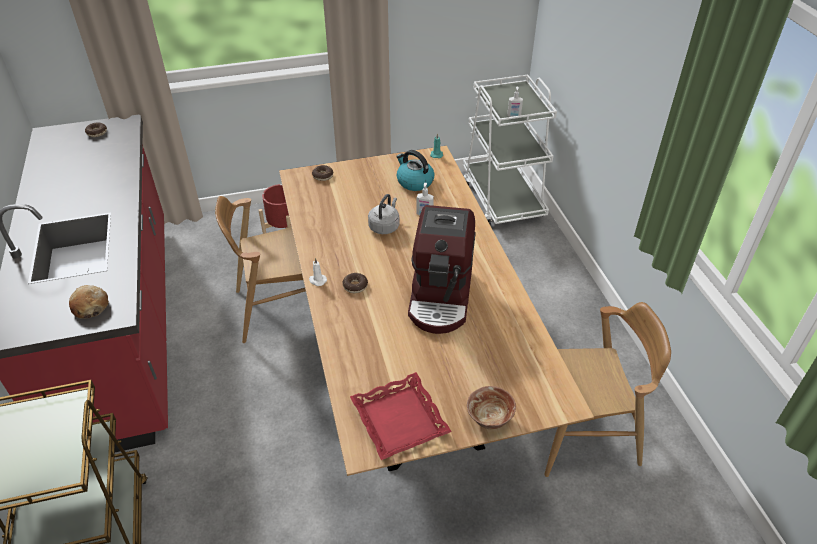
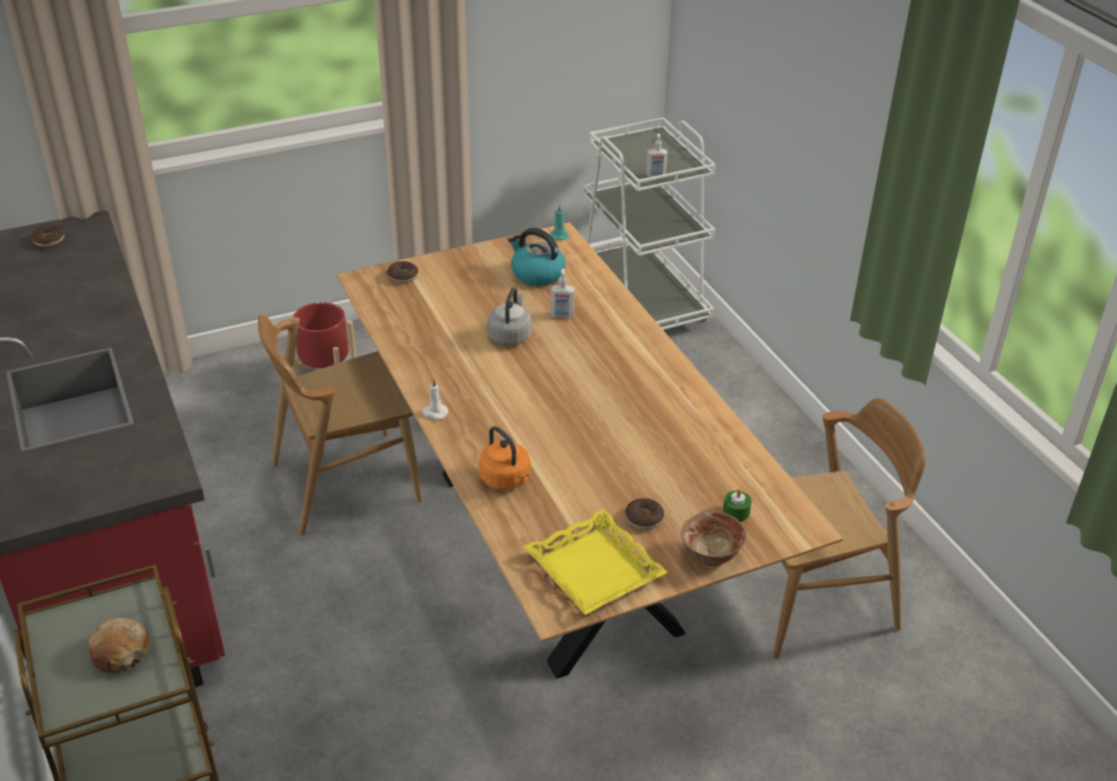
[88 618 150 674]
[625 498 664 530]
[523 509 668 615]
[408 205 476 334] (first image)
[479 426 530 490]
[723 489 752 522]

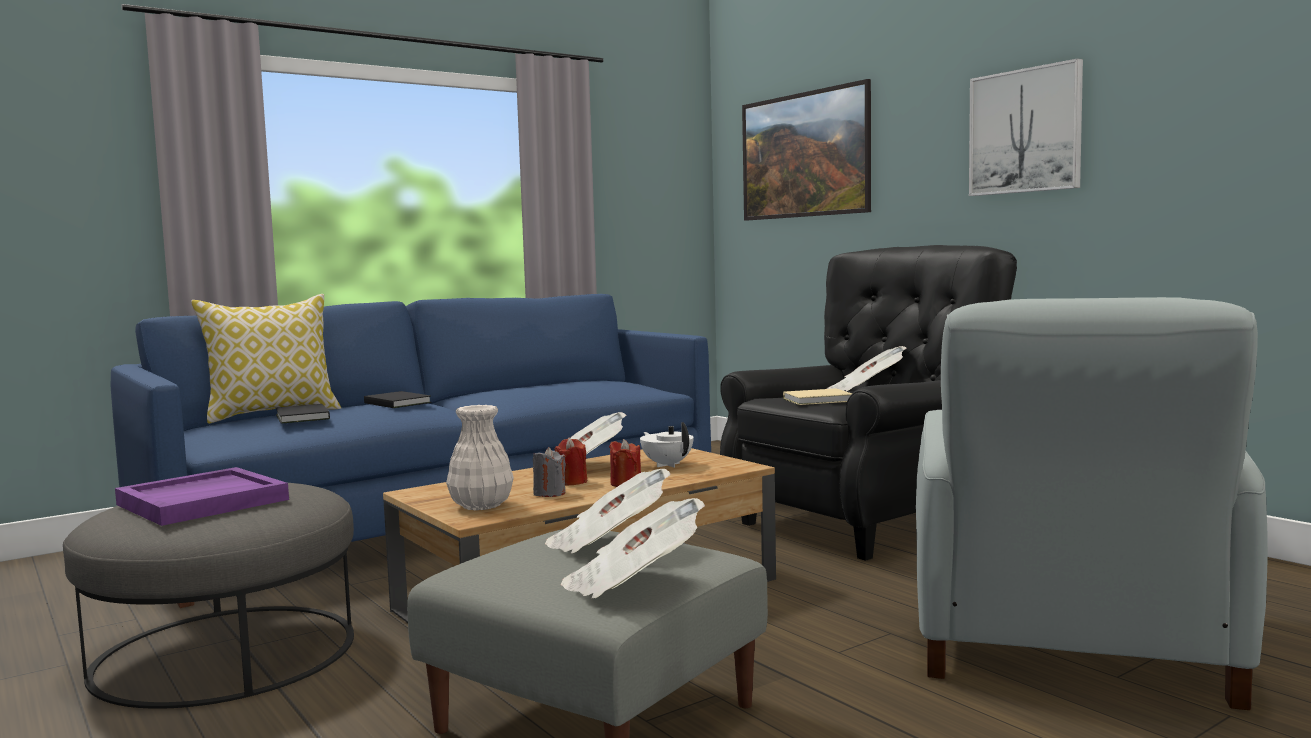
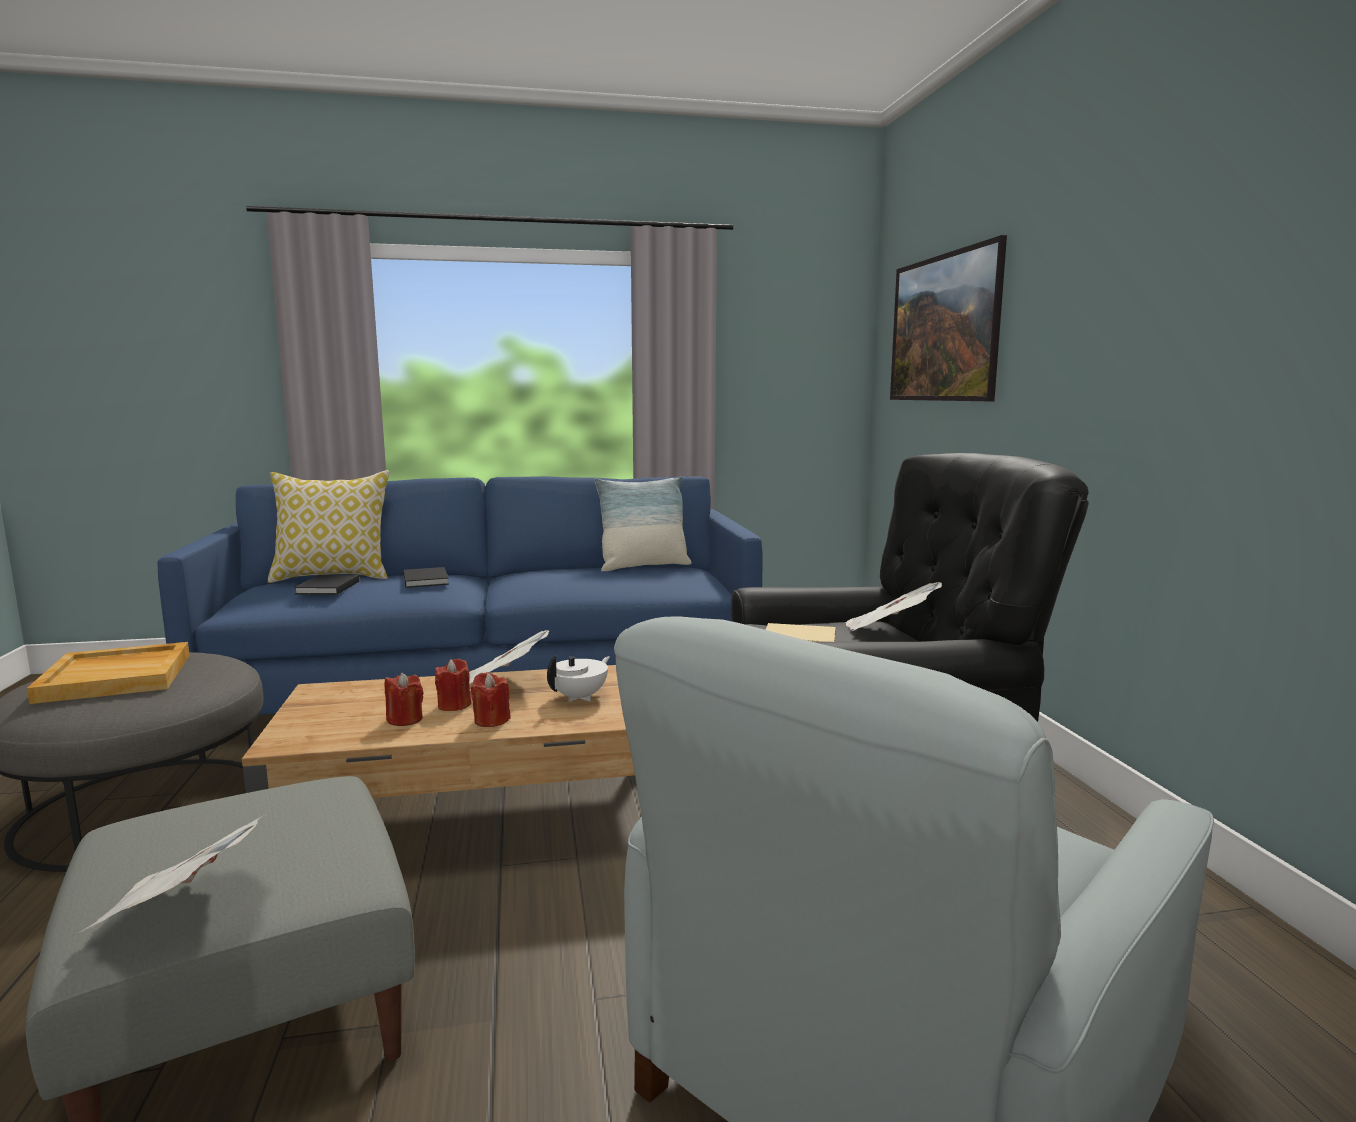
[27 642 190 704]
[446 405 514 510] (first image)
[385 673 423 726]
[545 469 671 553] (first image)
[547 655 610 702]
[969 58 1083 196] (first image)
[595 477 692 571]

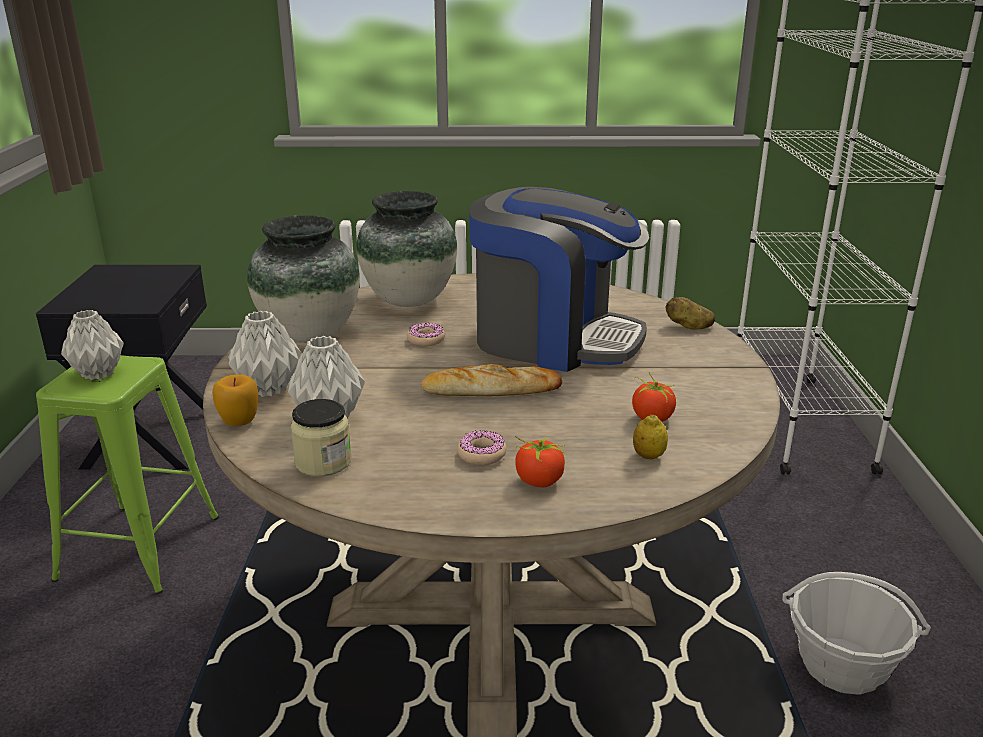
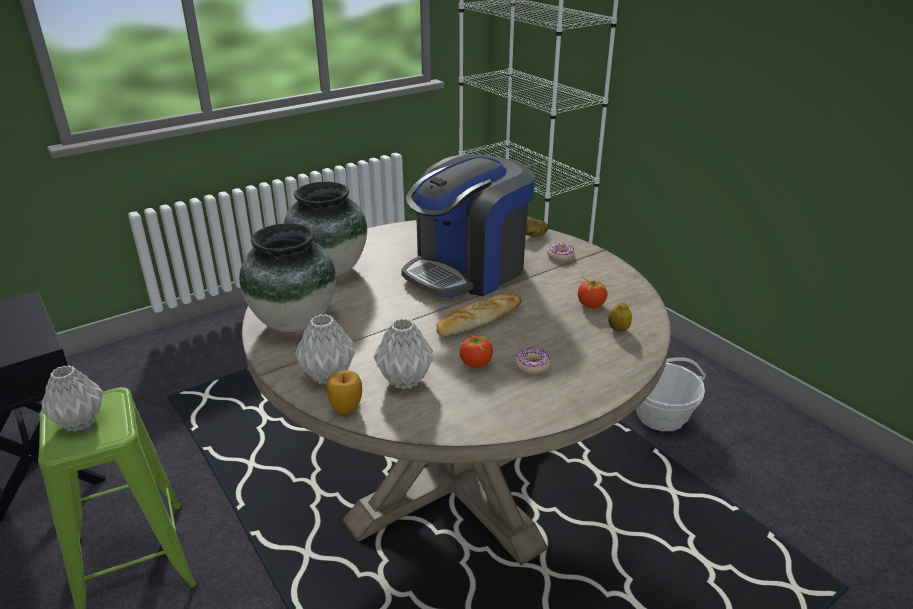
[290 399 352 477] (first image)
[547 243 575 261]
[401 154 536 298]
[458 334 493 368]

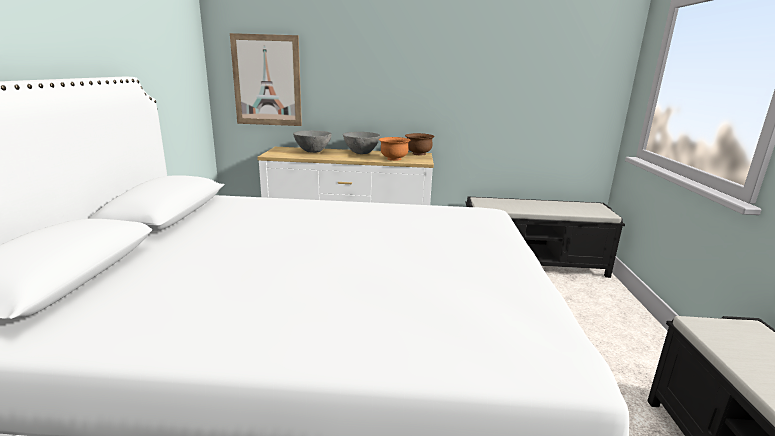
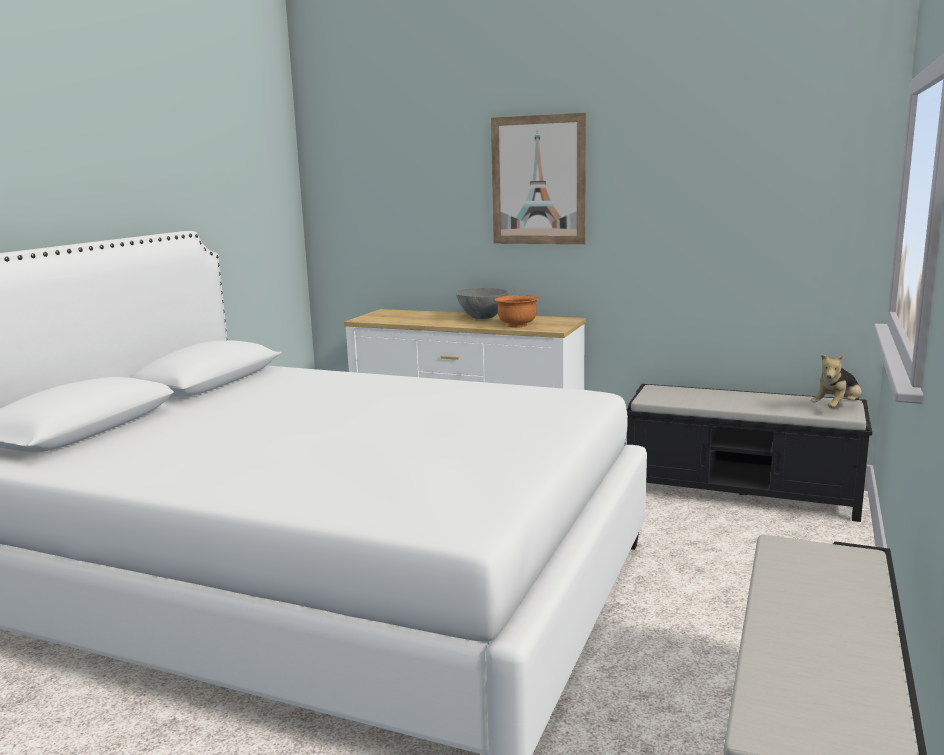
[491 113 587 244]
[293 131 332 153] (first image)
[405 133 435 155] (first image)
[811 354 862 408]

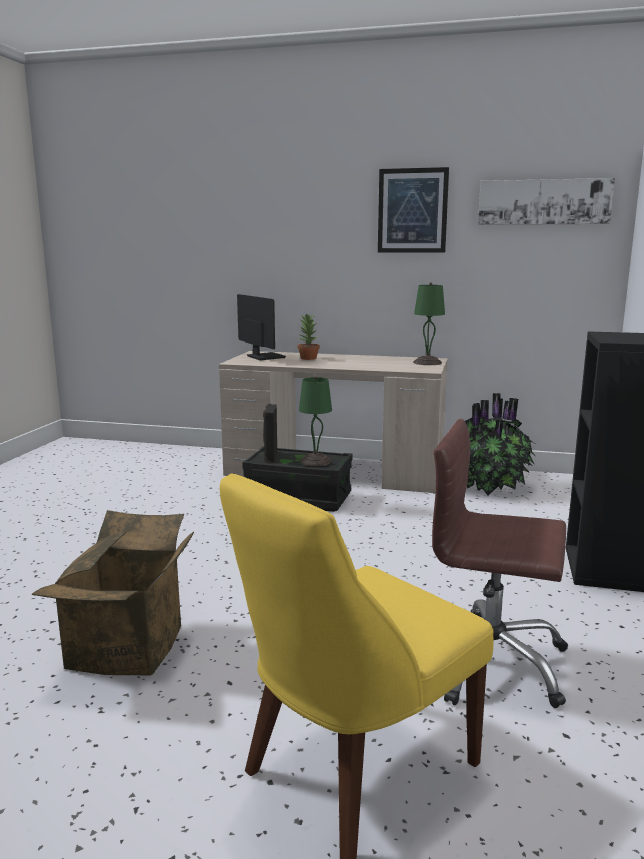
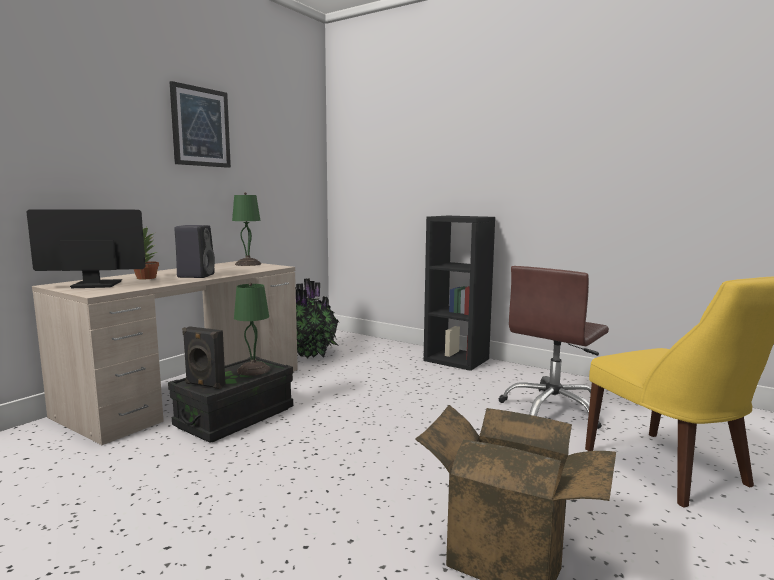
[478 178 615 225] (first image)
[174 225 215 278]

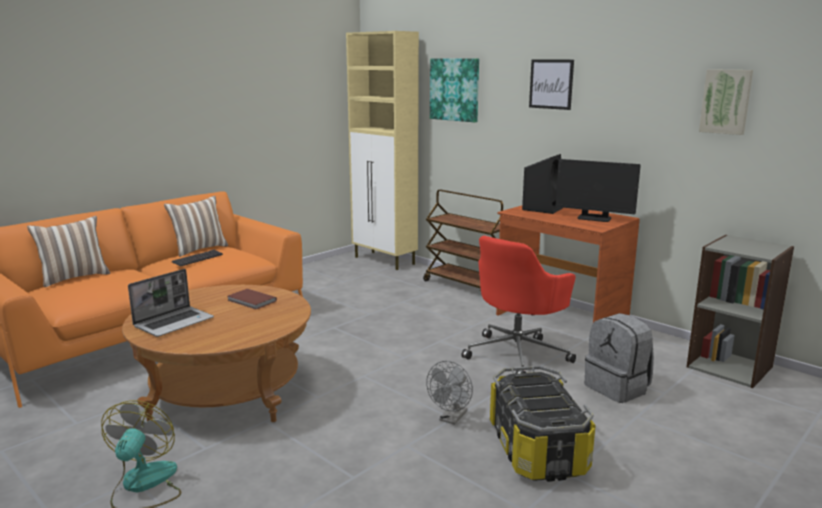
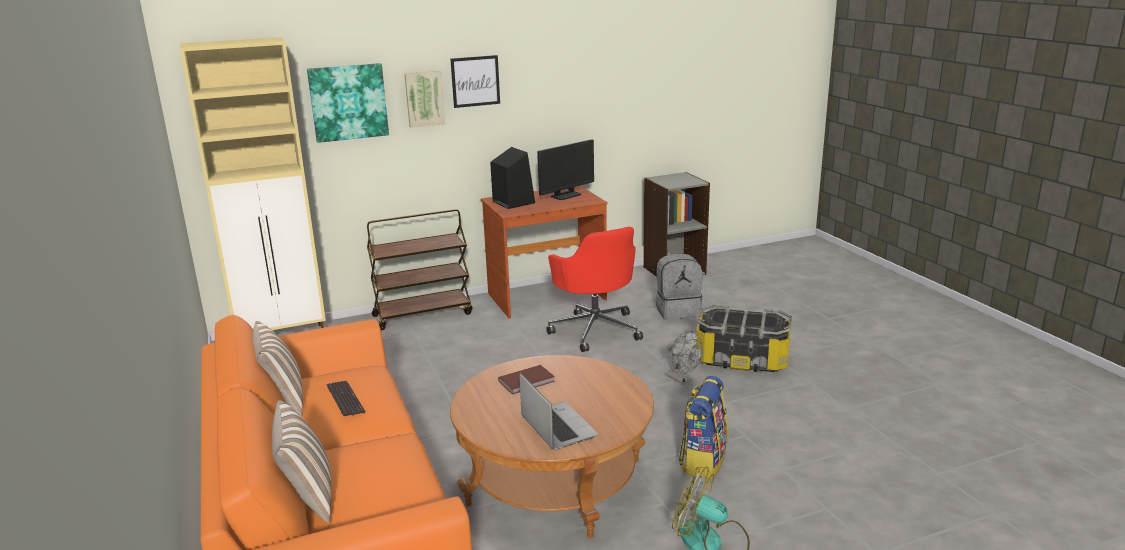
[404 71 445 128]
[678 376 728 479]

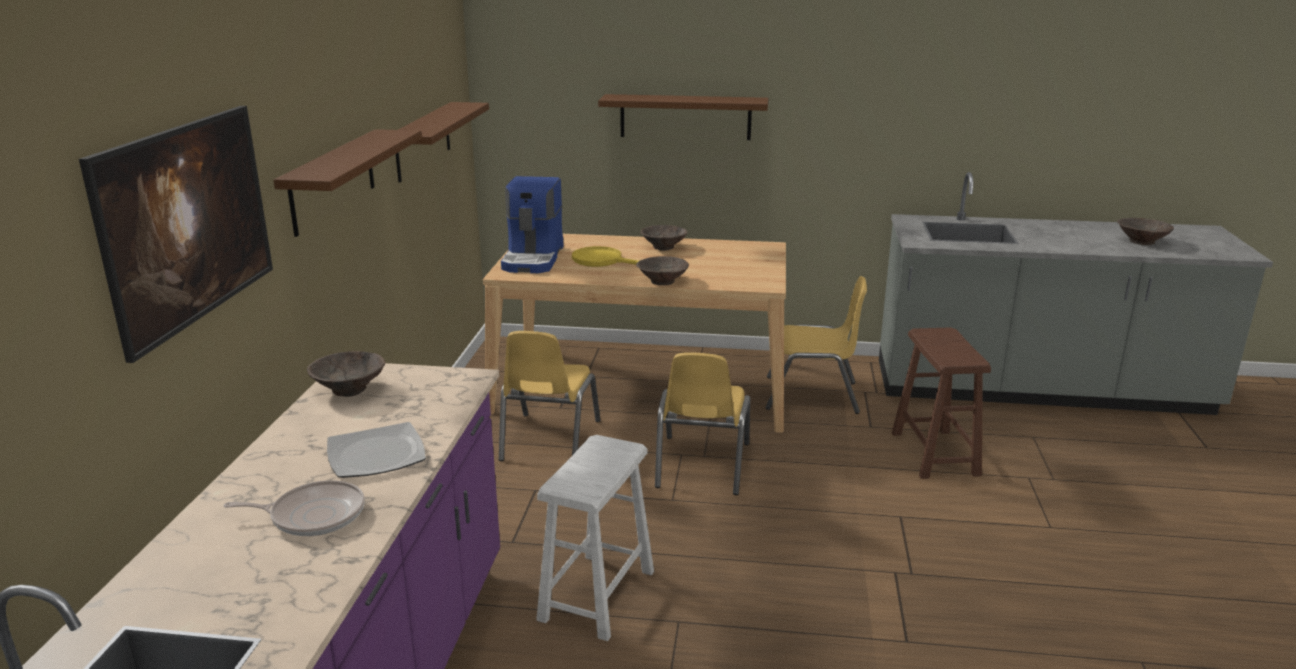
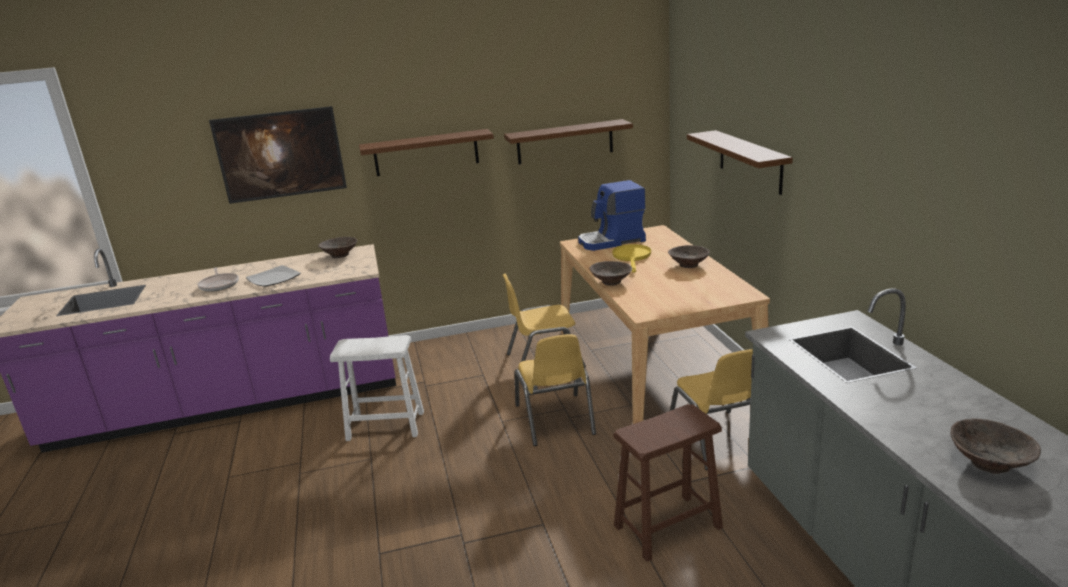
[515 334 596 446]

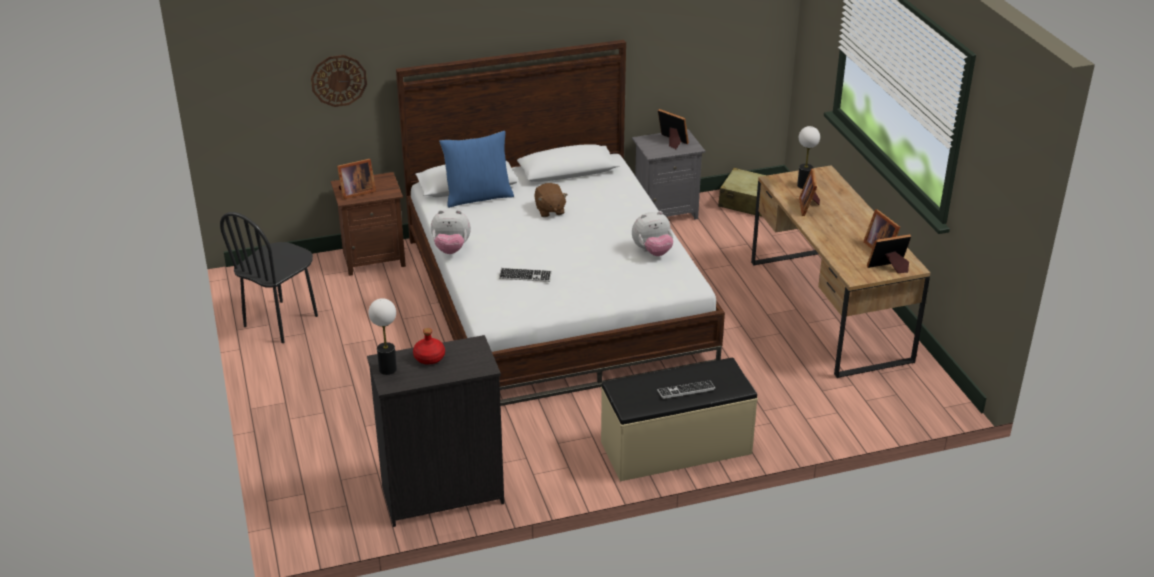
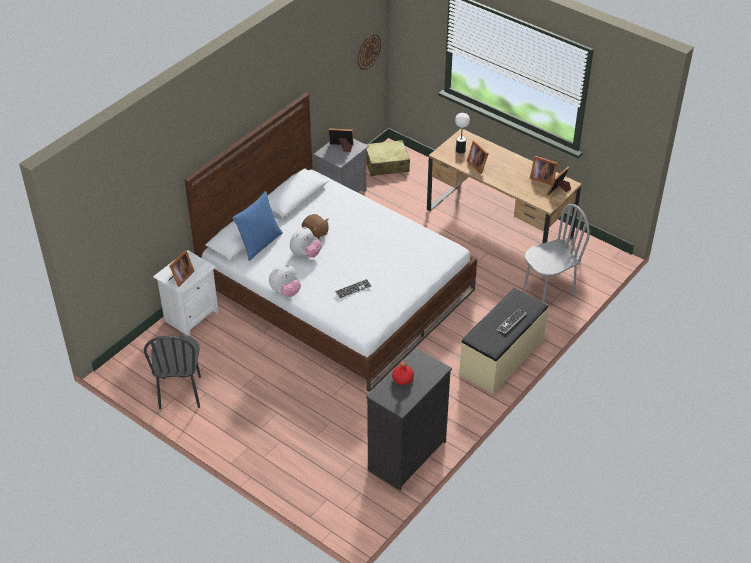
[358 34 381 70]
[153 250 219 336]
[369 298 397 375] (first image)
[290 226 322 258]
[523 204 590 303]

